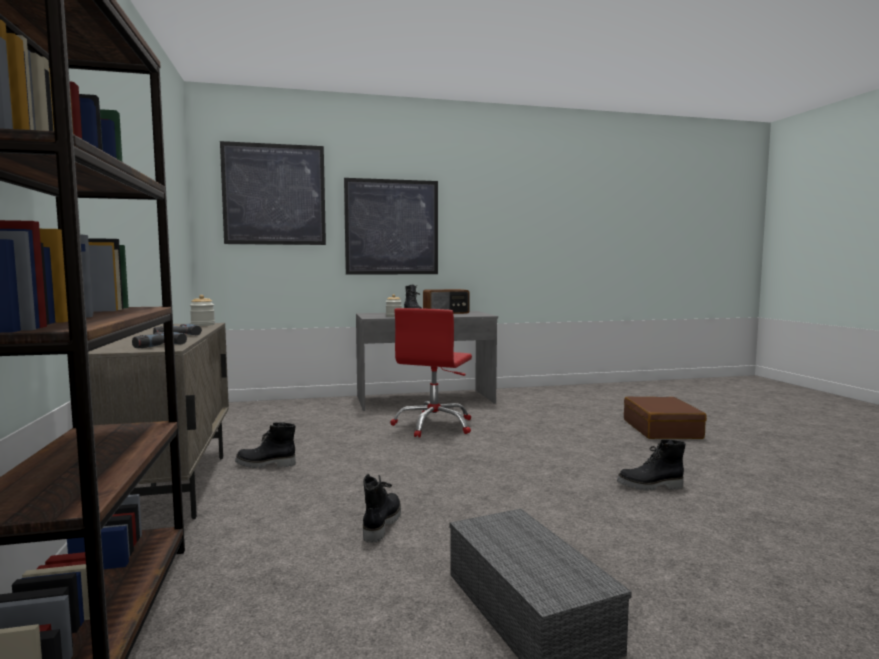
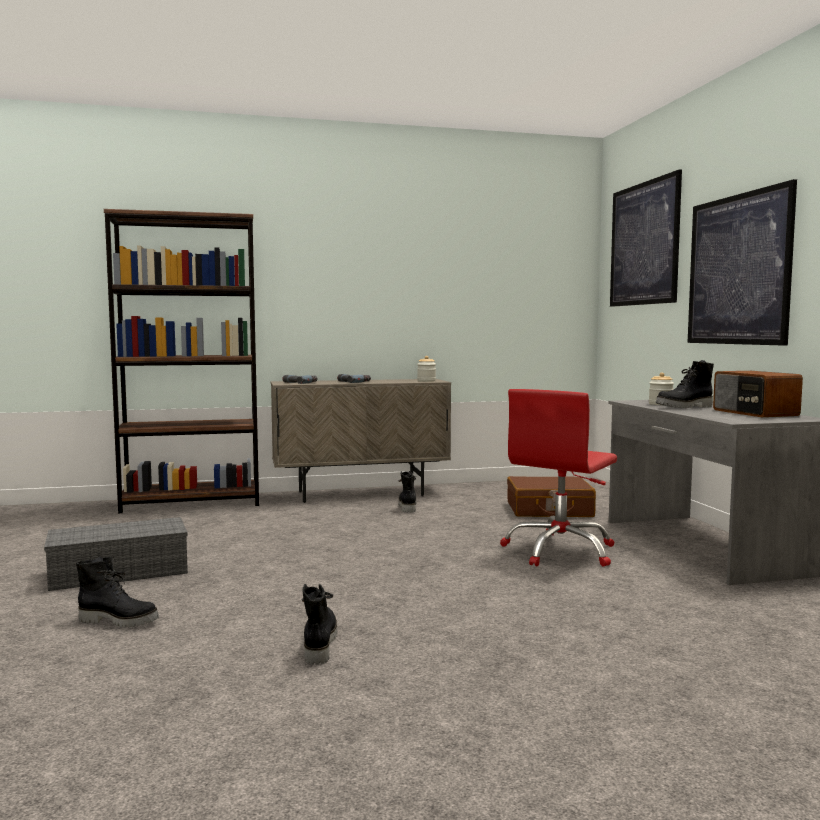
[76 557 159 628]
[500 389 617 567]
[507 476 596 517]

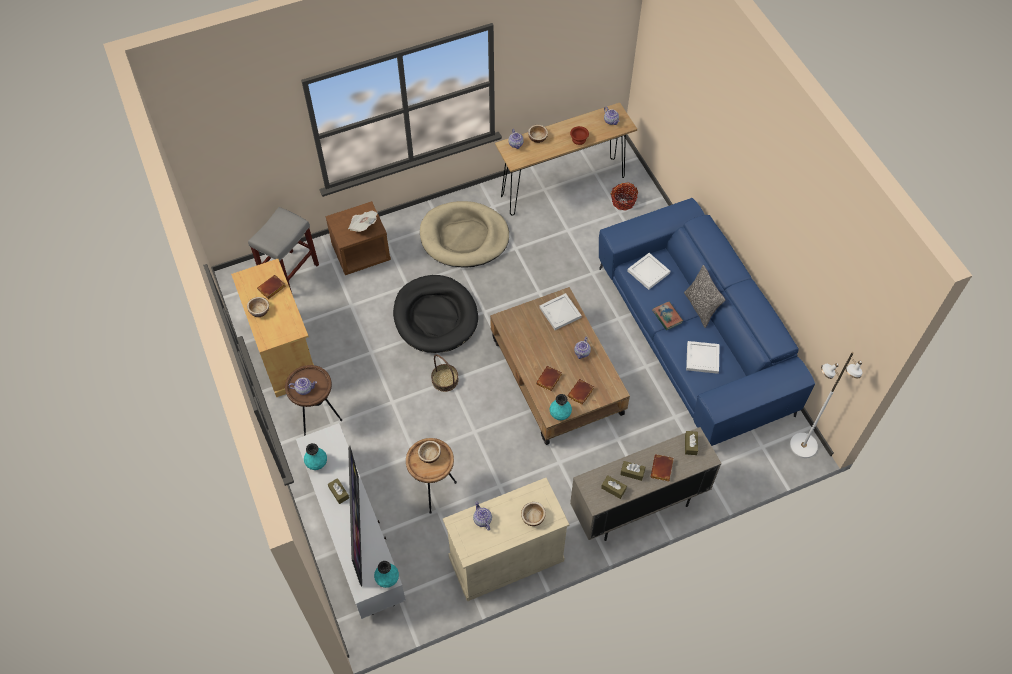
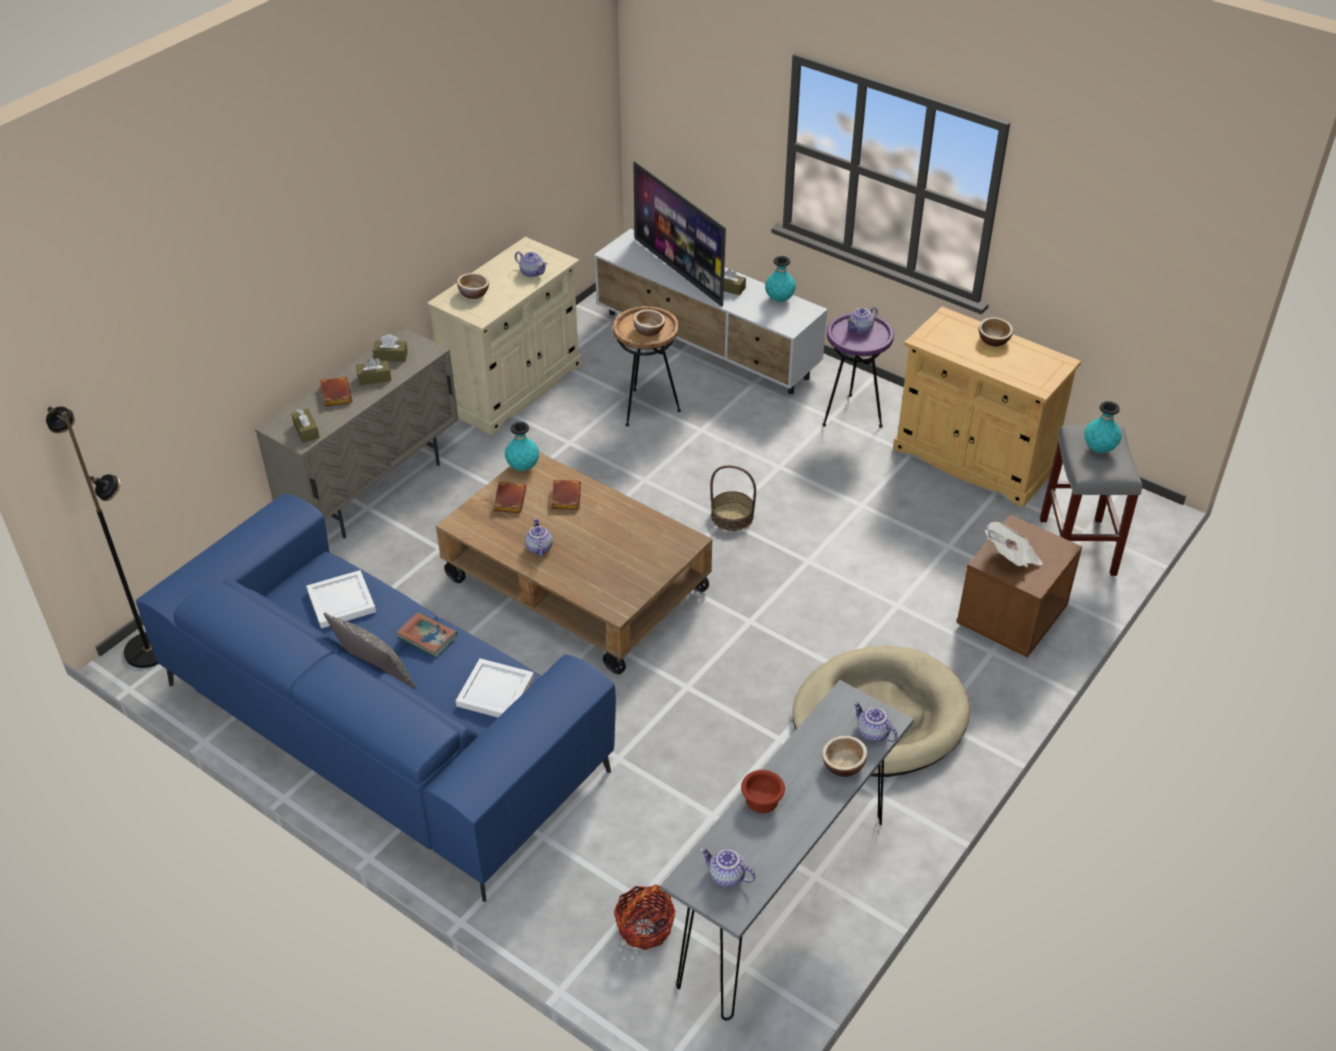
[257 275 286 299] (first image)
[823 313 894 428]
[1084 401 1122 453]
[393 275 478 353] (first image)
[660 680 914 1020]
[539 293 582 330] (first image)
[46 406 159 668]

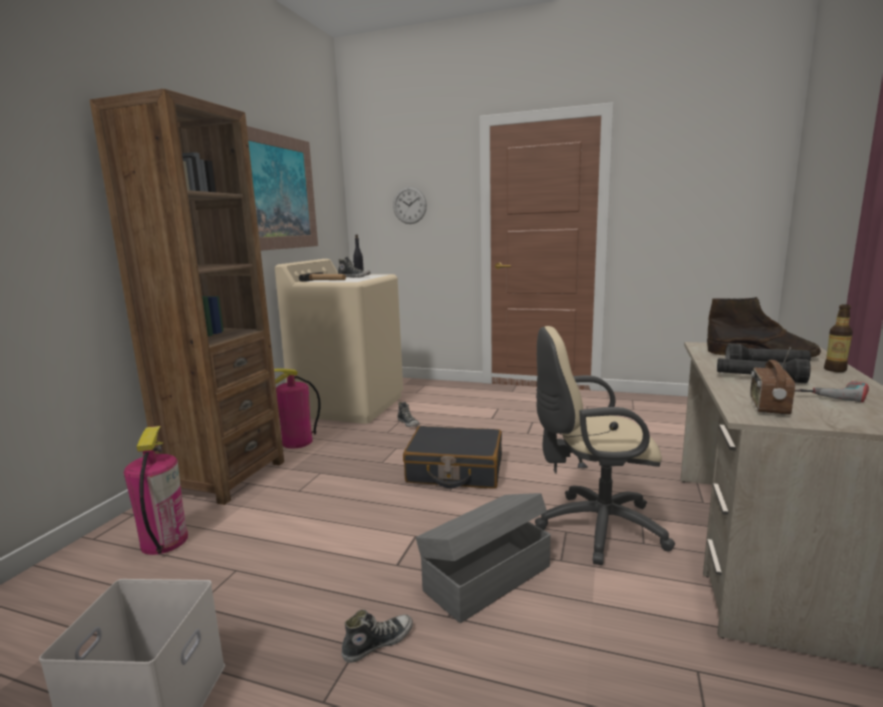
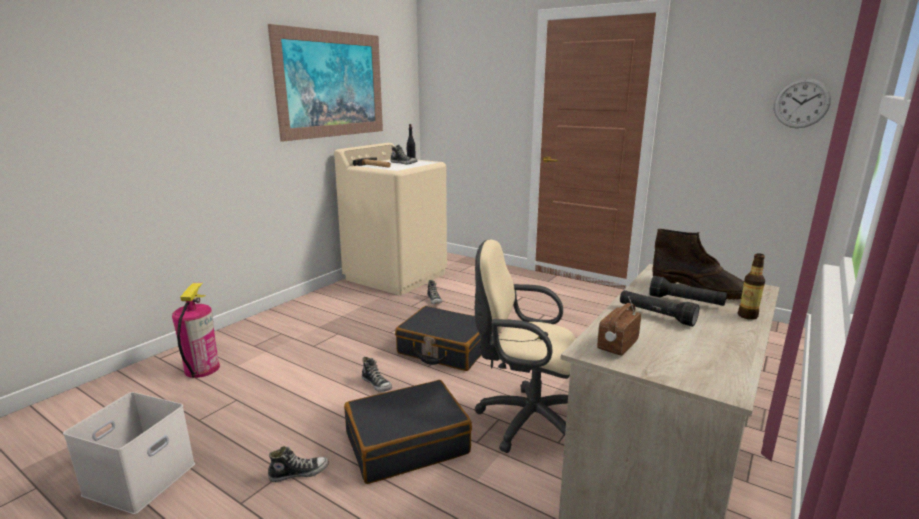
[90 89 284 505] (first image)
[274 368 320 449] (first image)
[774 78 831 128]
[344 380 472 484]
[795 381 869 403] (first image)
[362 357 392 392]

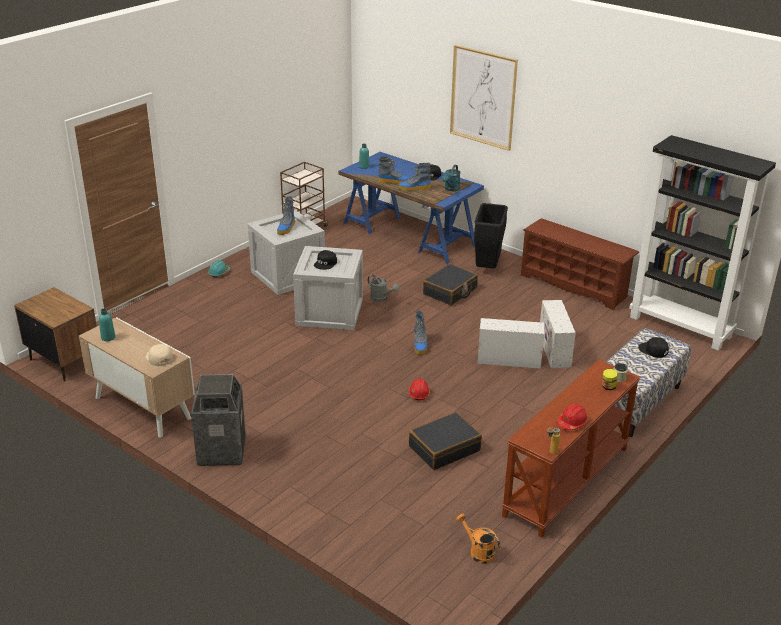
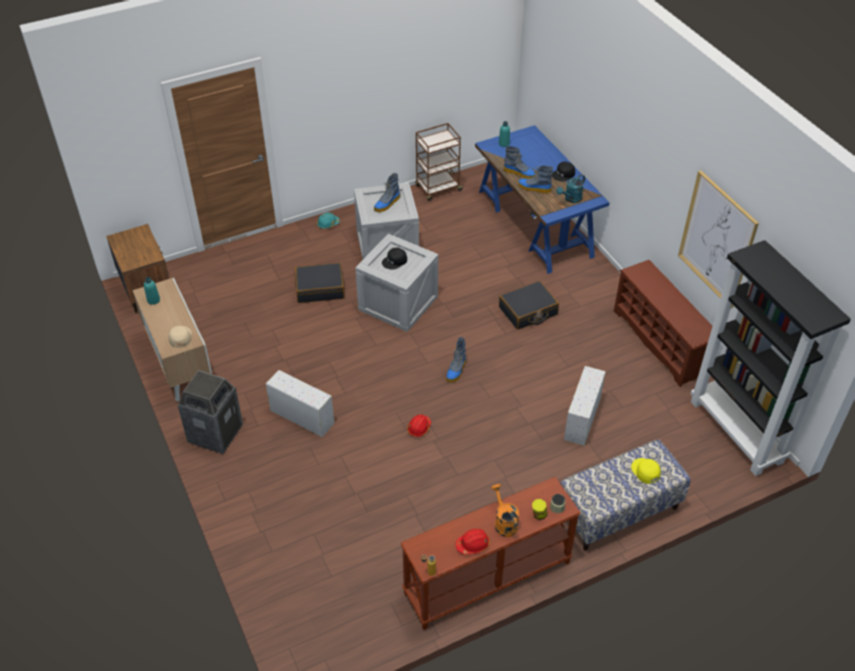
[367 275 399 302] (first image)
[295 263 344 303]
[678 170 759 308]
[491 484 519 537]
[474 203 508 268] (first image)
[266 370 334 437]
[631 458 661 484]

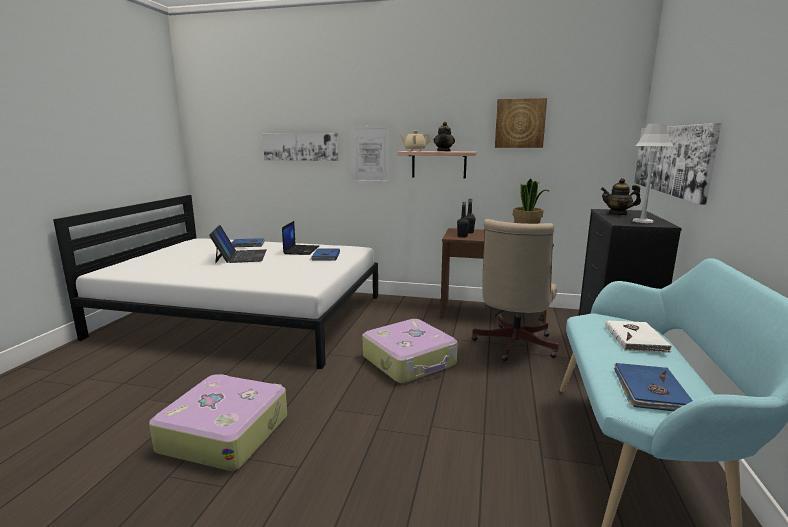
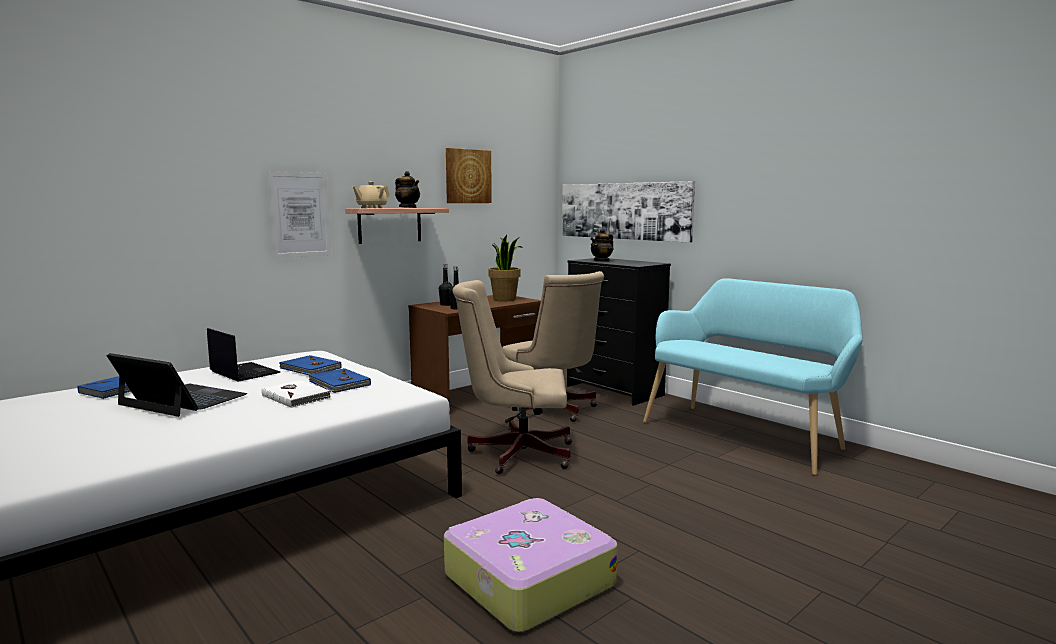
[262 133 339 161] (first image)
[453 280 572 474]
[261 380 331 408]
[308 368 371 393]
[632 124 673 223] (first image)

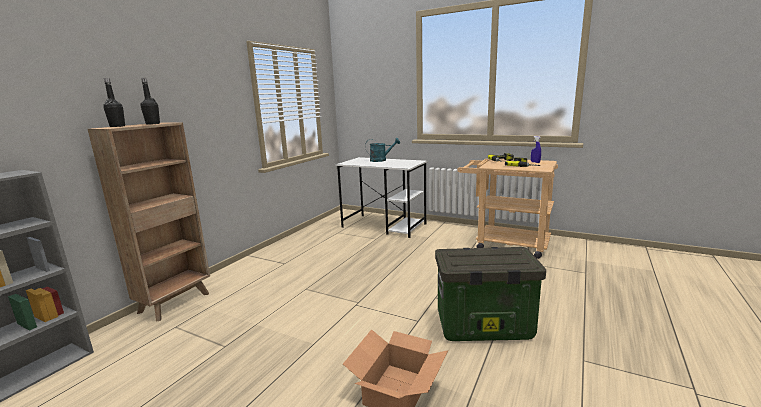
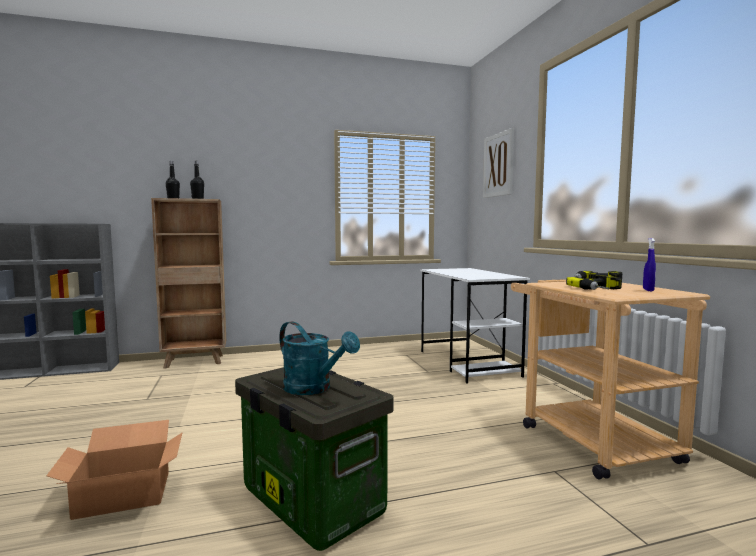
[279 321 360 395]
[483 128 514 198]

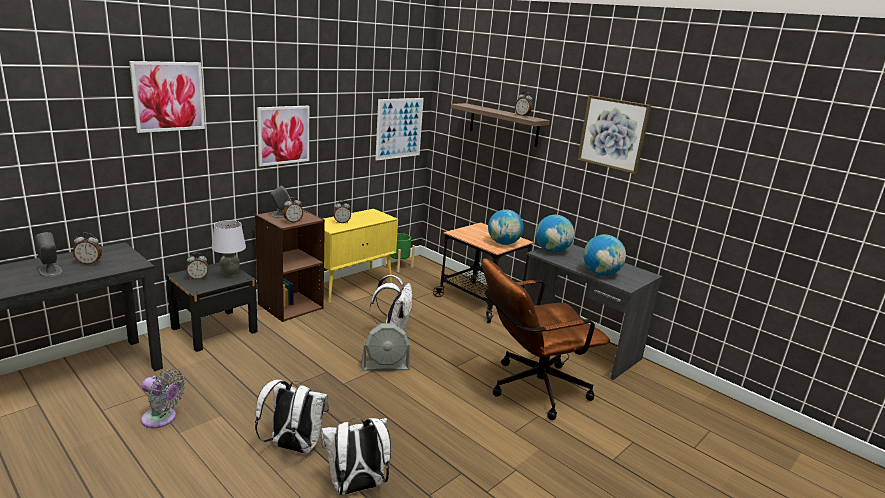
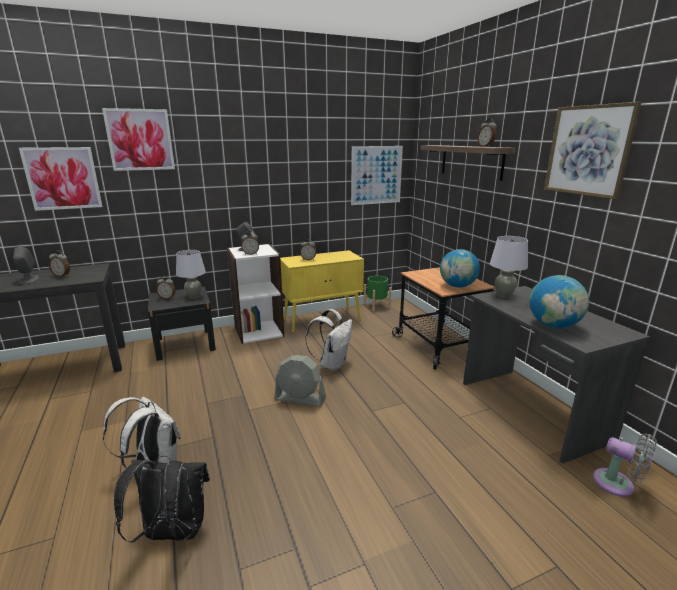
[593 433 657 497]
[227 244 284 344]
[19 147 102 211]
[114 456 210 543]
[482 258 610 420] (first image)
[490 236 528 298]

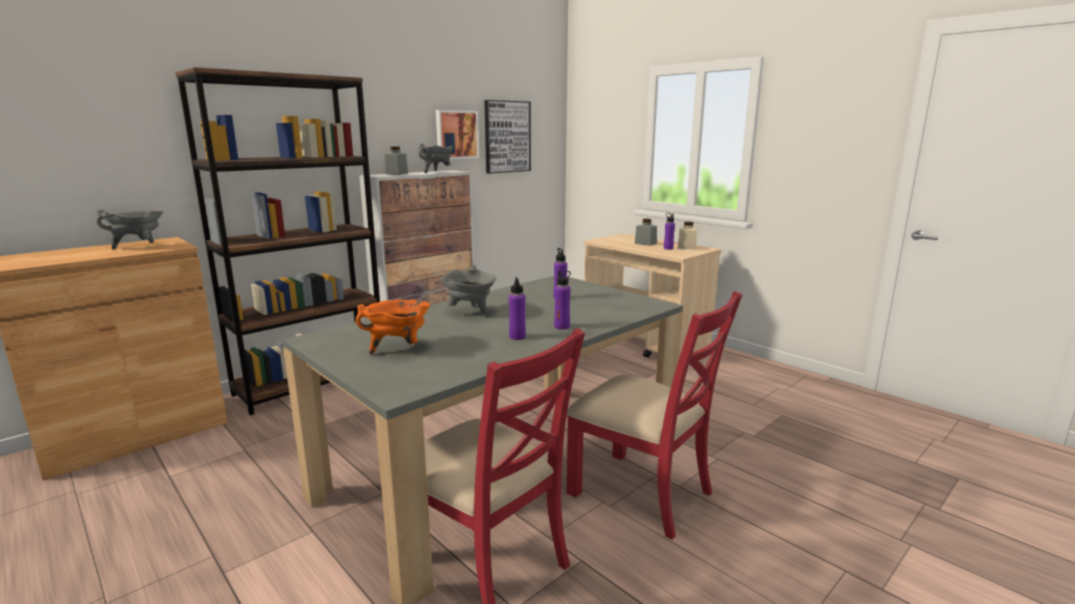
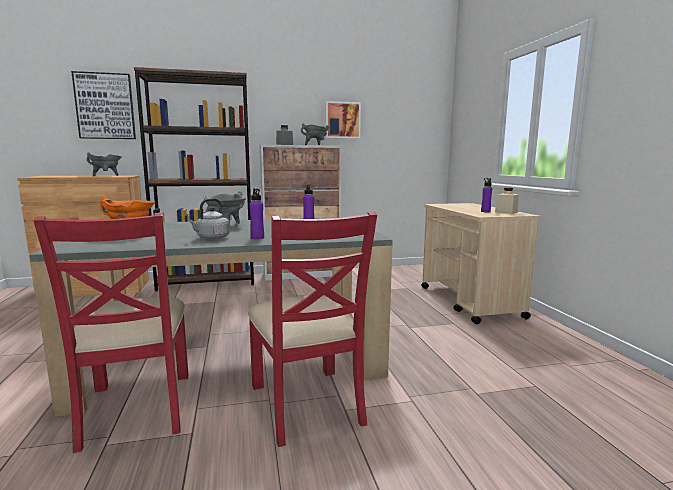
[71 71 136 139]
[188 198 230 239]
[635 219 657 246] (first image)

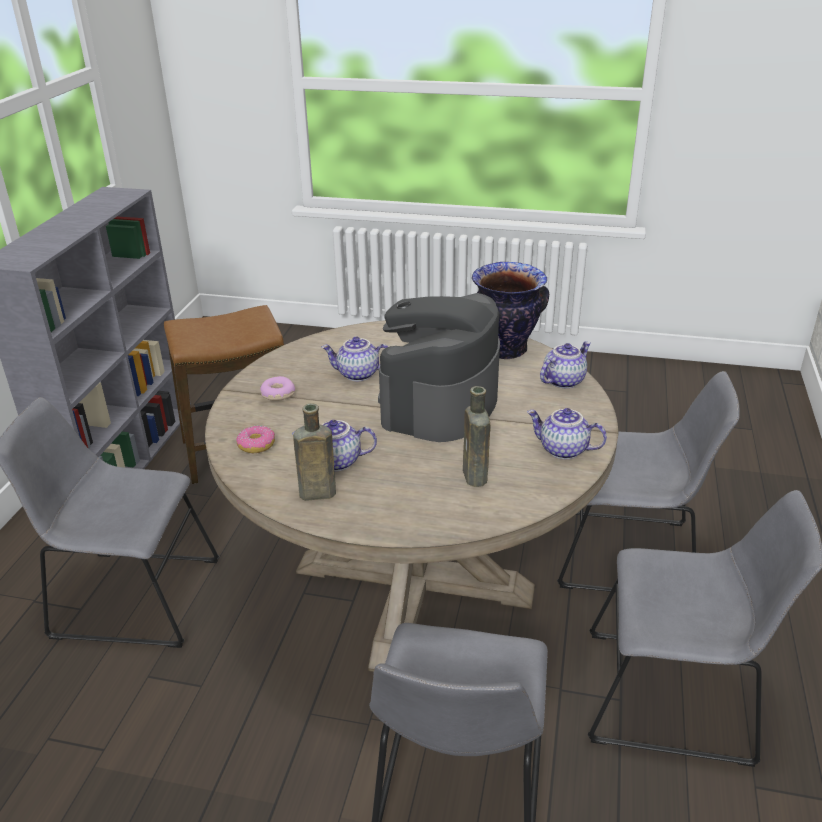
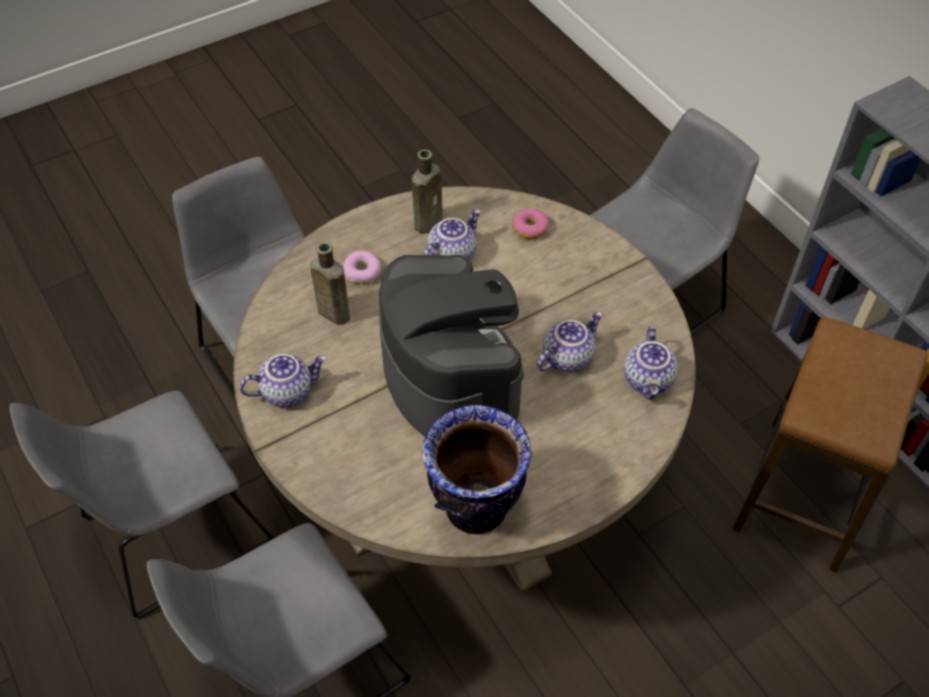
[343 250 381 283]
[624 326 678 400]

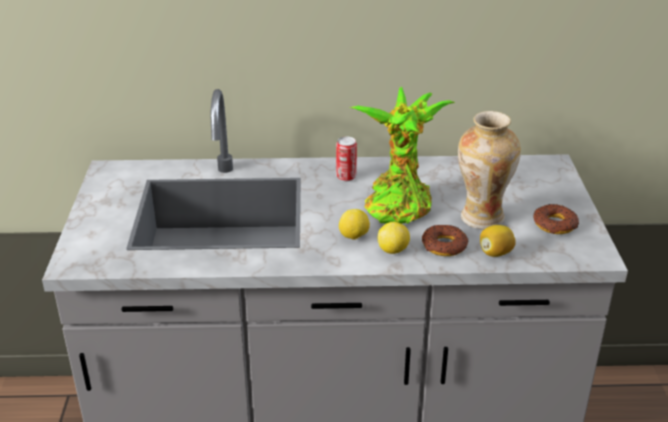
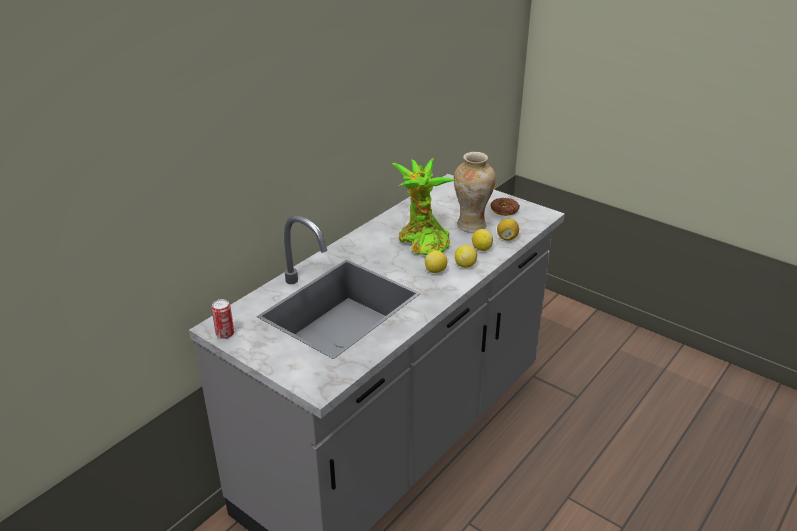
[211 299 234 339]
[472 229 493 251]

